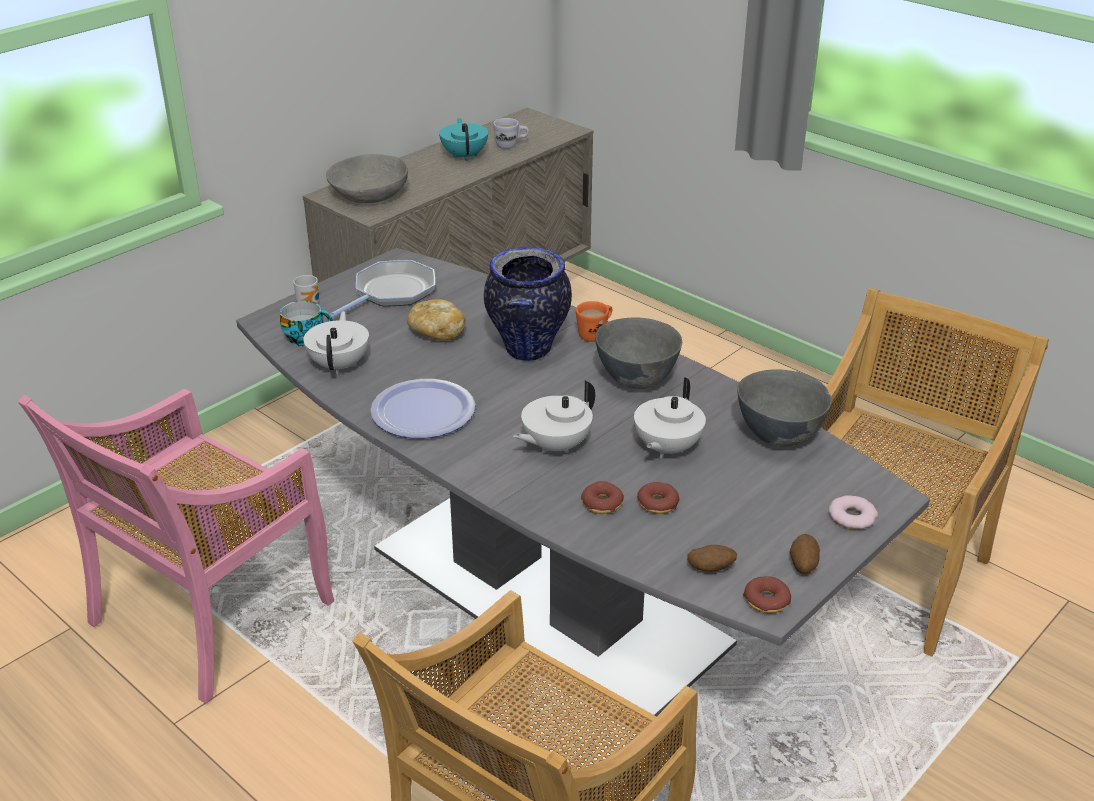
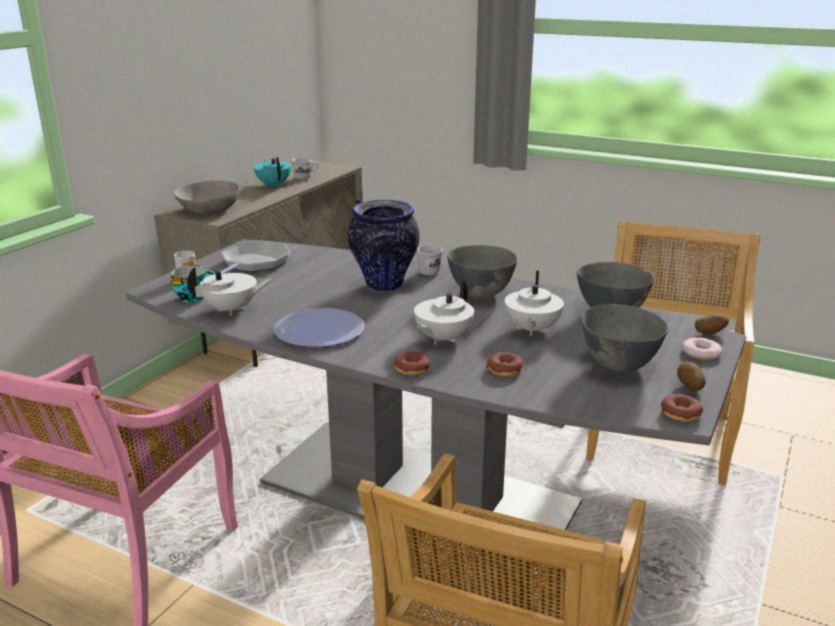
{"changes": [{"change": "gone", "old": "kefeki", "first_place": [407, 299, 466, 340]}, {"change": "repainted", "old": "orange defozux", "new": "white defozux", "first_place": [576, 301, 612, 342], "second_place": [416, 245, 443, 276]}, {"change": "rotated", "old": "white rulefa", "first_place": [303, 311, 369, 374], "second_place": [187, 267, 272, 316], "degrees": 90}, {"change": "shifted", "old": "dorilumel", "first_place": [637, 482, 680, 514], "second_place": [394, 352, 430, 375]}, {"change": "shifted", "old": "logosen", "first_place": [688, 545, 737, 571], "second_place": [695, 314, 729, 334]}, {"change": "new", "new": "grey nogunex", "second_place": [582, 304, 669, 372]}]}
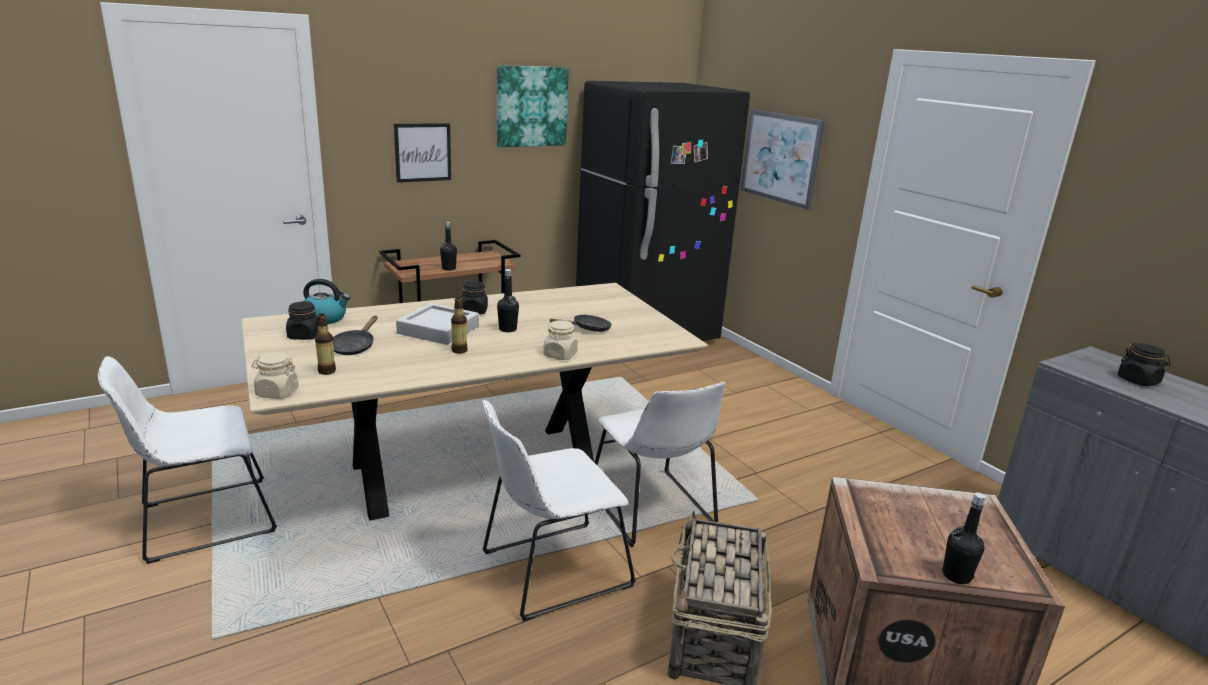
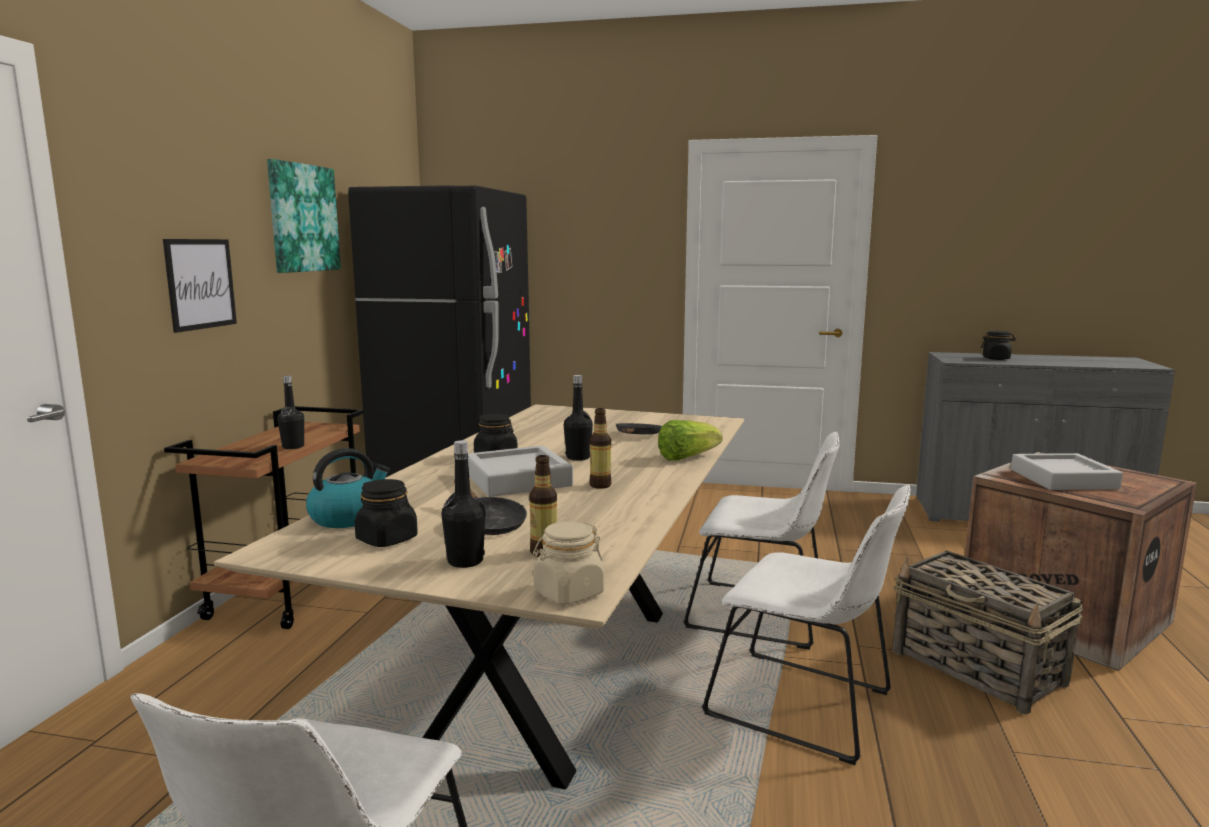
{"changes": [{"change": "gone", "old": "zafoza", "first_place": [740, 109, 825, 210]}, {"change": "swapped", "old": "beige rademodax", "new": "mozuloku", "first_place": [543, 320, 578, 360], "second_place": [658, 420, 723, 461]}, {"change": "rotated", "old": "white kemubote", "first_place": [482, 400, 636, 622], "second_place": [702, 485, 911, 765], "degrees": -75}, {"change": "shifted", "old": "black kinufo", "first_place": [943, 492, 986, 584], "second_place": [441, 440, 486, 568]}, {"change": "new", "new": "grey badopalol", "second_place": [1011, 453, 1123, 490]}]}
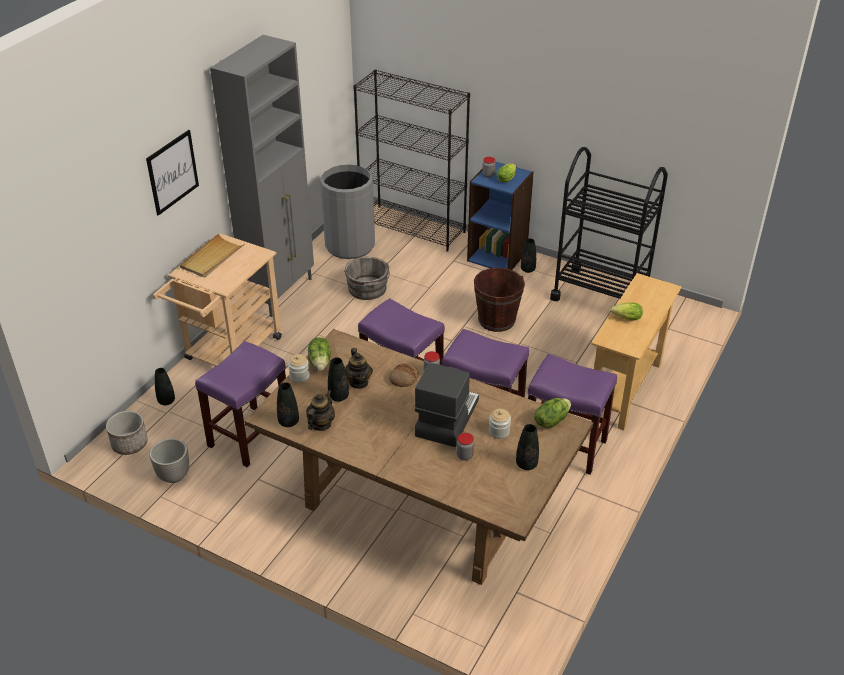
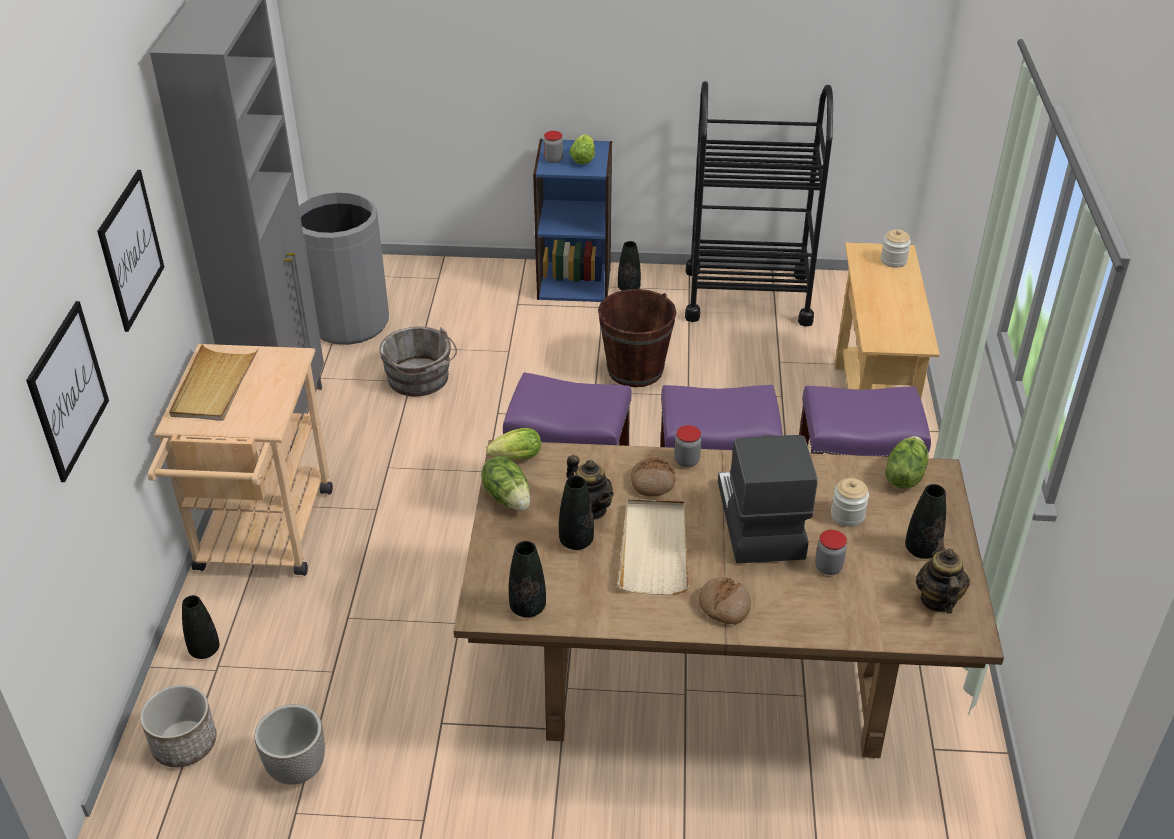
{"changes": [{"change": "gone", "old": "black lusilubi", "first_place": [353, 69, 470, 252]}, {"change": "shifted", "old": "mozuloku", "first_place": [610, 302, 643, 320], "second_place": [486, 428, 541, 460]}, {"change": "gone", "old": "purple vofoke", "first_place": [195, 341, 286, 467]}, {"change": "shifted", "old": "rademodax", "first_place": [288, 354, 310, 383], "second_place": [881, 229, 911, 268]}, {"change": "shifted", "old": "rulefa", "first_place": [306, 390, 335, 431], "second_place": [916, 538, 970, 614]}, {"change": "new", "new": "zafoza", "second_place": [26, 301, 109, 482]}, {"change": "new", "new": "beige badopalol", "second_place": [617, 499, 689, 595]}, {"change": "new", "new": "kefeki", "second_place": [699, 577, 751, 624]}]}
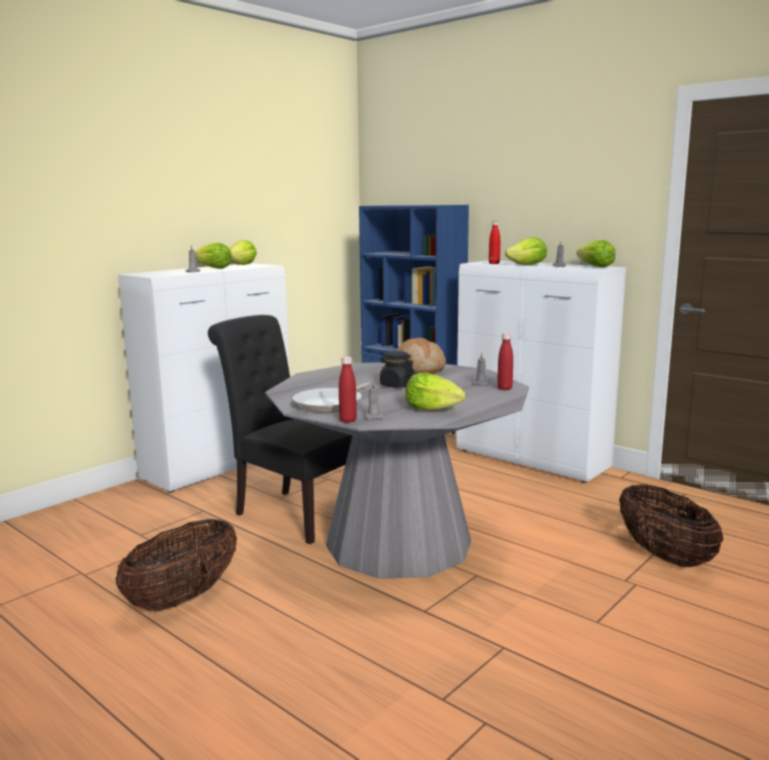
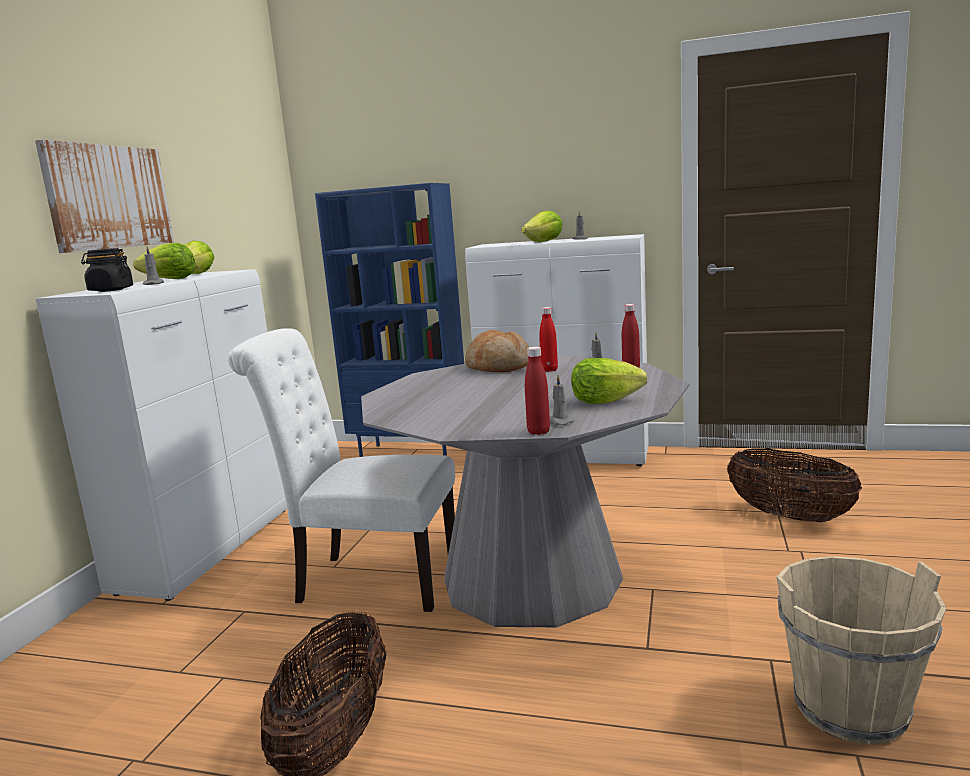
{"changes": [{"change": "shifted", "old": "red kinufo", "first_place": [489, 221, 500, 264], "second_place": [539, 307, 558, 372]}, {"change": "gone", "old": "mozuloku", "first_place": [576, 240, 615, 267]}, {"change": "repainted", "old": "black kemubote", "new": "white kemubote", "first_place": [208, 315, 352, 544], "second_place": [228, 328, 455, 612]}, {"change": "shifted", "old": "black rademodax", "first_place": [379, 351, 414, 388], "second_place": [81, 248, 133, 292]}, {"change": "gone", "old": "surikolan", "first_place": [293, 383, 370, 413]}, {"change": "new", "new": "zafoza", "second_place": [35, 140, 174, 253]}, {"change": "new", "new": "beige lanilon", "second_place": [776, 556, 946, 745]}]}
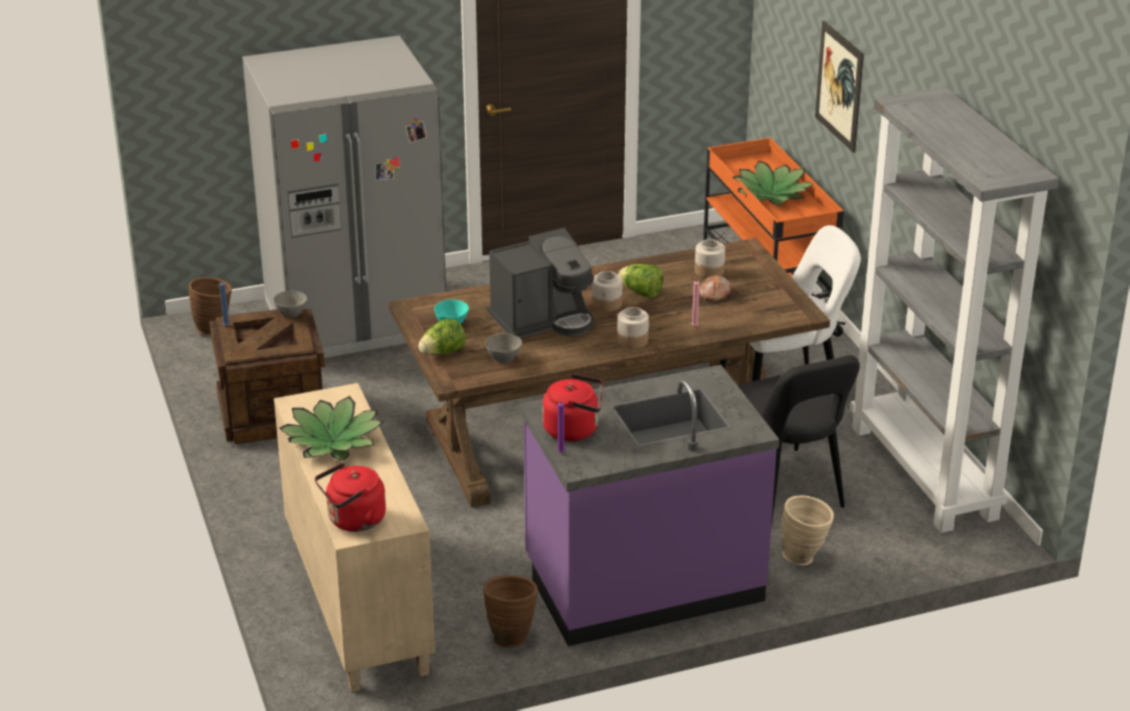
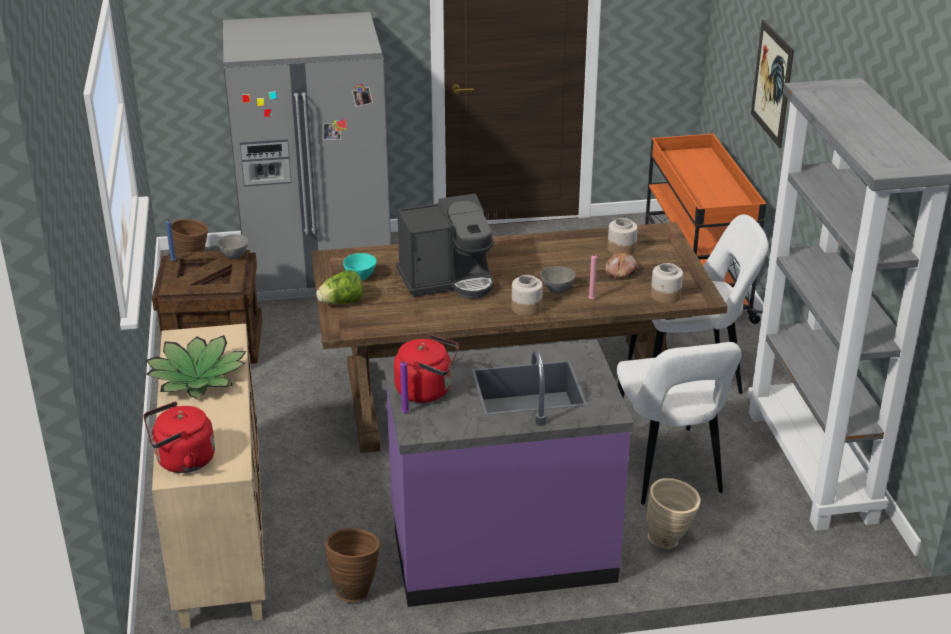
{"changes": [{"change": "gone", "old": "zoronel", "first_place": [732, 161, 813, 206]}, {"change": "gone", "old": "mozuloku", "first_place": [618, 264, 664, 298]}, {"change": "shifted", "old": "rademodax", "first_place": [592, 271, 622, 312], "second_place": [651, 263, 683, 304]}, {"change": "shifted", "old": "grey nogunex", "first_place": [485, 333, 522, 363], "second_place": [541, 266, 576, 294]}, {"change": "repainted", "old": "black kemubote", "new": "white kemubote", "first_place": [737, 355, 860, 526], "second_place": [617, 342, 741, 505]}]}
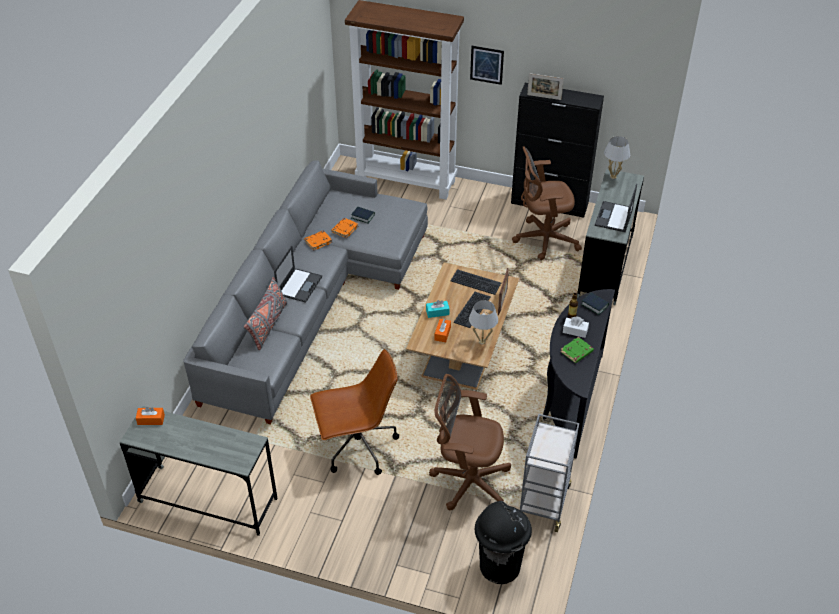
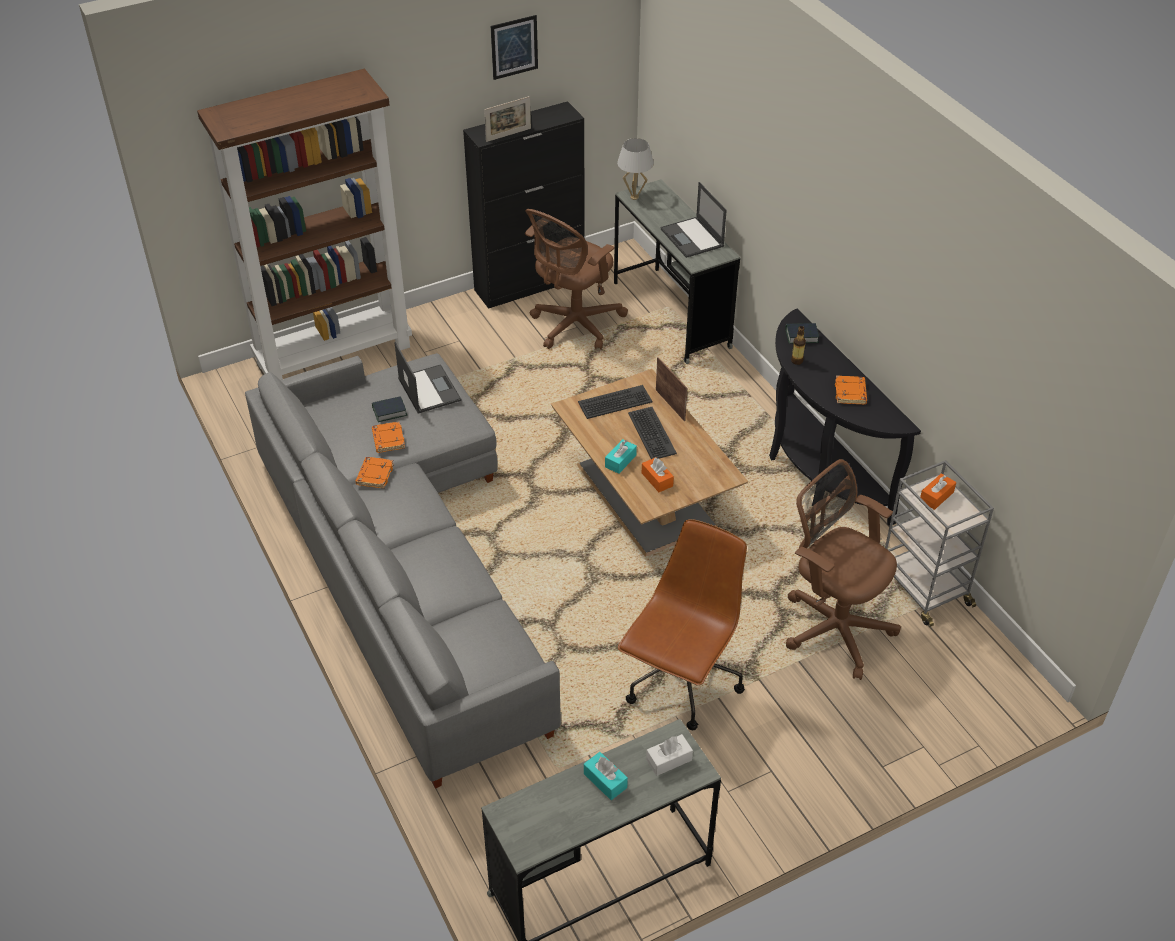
{"changes": [{"change": "shifted", "old": "zafoza", "first_place": [470, 46, 504, 85], "second_place": [491, 15, 538, 80]}, {"change": "shifted", "old": "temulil", "first_place": [274, 246, 322, 303], "second_place": [395, 342, 461, 414]}, {"change": "gone", "old": "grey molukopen", "first_place": [244, 277, 287, 350]}, {"change": "gone", "old": "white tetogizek", "first_place": [469, 300, 498, 345]}, {"change": "shifted", "old": "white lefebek", "first_place": [563, 316, 589, 338], "second_place": [646, 734, 693, 776]}, {"change": "repainted", "old": "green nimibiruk", "new": "orange nimibiruk", "first_place": [560, 337, 594, 363], "second_place": [835, 375, 867, 404]}, {"change": "rotated", "old": "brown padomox", "first_place": [429, 374, 511, 510], "second_place": [786, 459, 901, 680], "degrees": 75}, {"change": "shifted", "old": "orange lefebek", "first_place": [136, 407, 165, 425], "second_place": [920, 473, 956, 510]}, {"change": "gone", "old": "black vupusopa", "first_place": [475, 501, 532, 584]}, {"change": "new", "new": "turquoise lefebek", "second_place": [584, 752, 628, 800]}]}
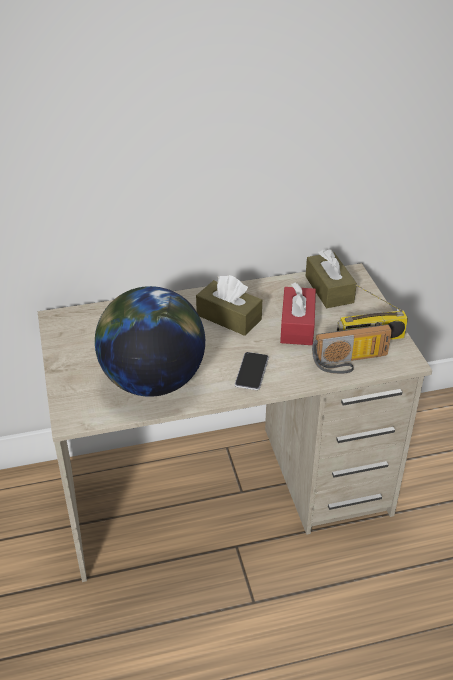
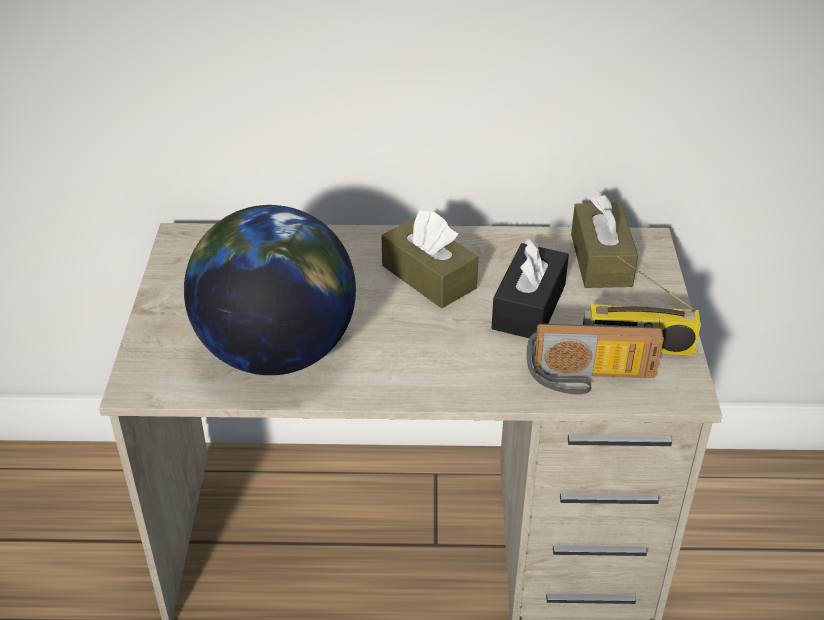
{"changes": [{"change": "repainted", "old": "red lefebek", "new": "black lefebek", "first_place": [280, 283, 316, 345], "second_place": [492, 238, 569, 338]}, {"change": "gone", "old": "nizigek", "first_place": [235, 352, 269, 390]}]}
